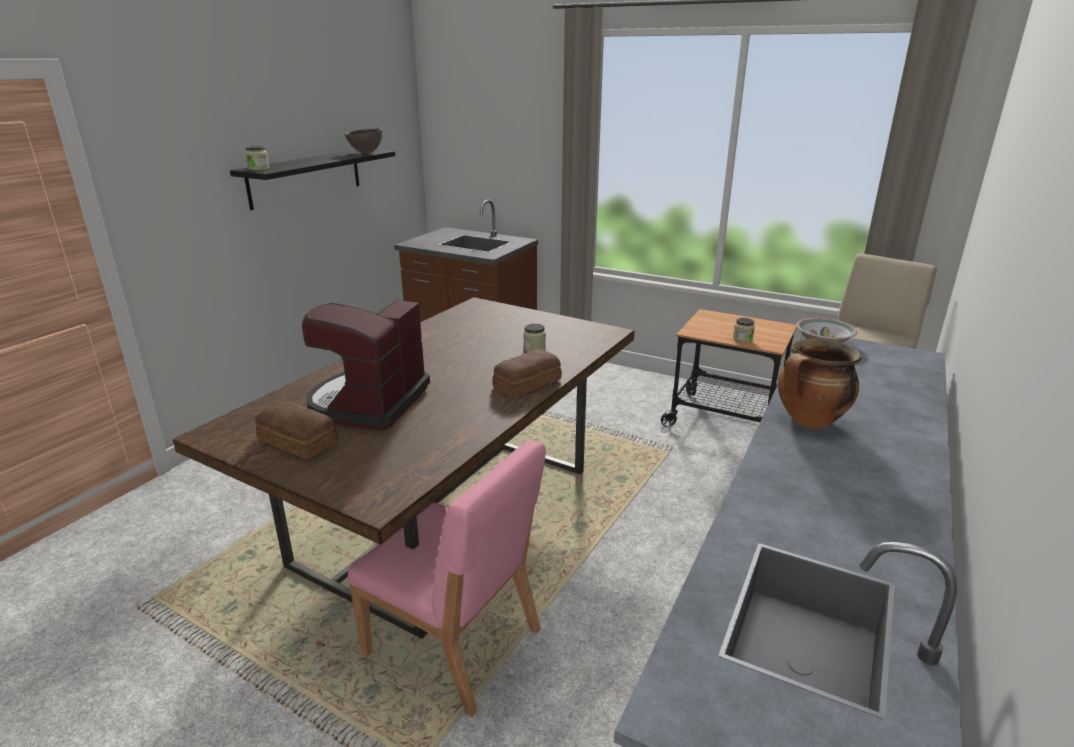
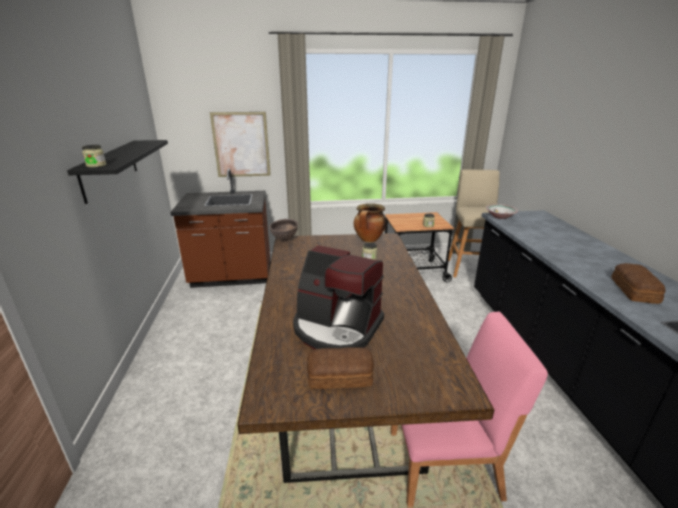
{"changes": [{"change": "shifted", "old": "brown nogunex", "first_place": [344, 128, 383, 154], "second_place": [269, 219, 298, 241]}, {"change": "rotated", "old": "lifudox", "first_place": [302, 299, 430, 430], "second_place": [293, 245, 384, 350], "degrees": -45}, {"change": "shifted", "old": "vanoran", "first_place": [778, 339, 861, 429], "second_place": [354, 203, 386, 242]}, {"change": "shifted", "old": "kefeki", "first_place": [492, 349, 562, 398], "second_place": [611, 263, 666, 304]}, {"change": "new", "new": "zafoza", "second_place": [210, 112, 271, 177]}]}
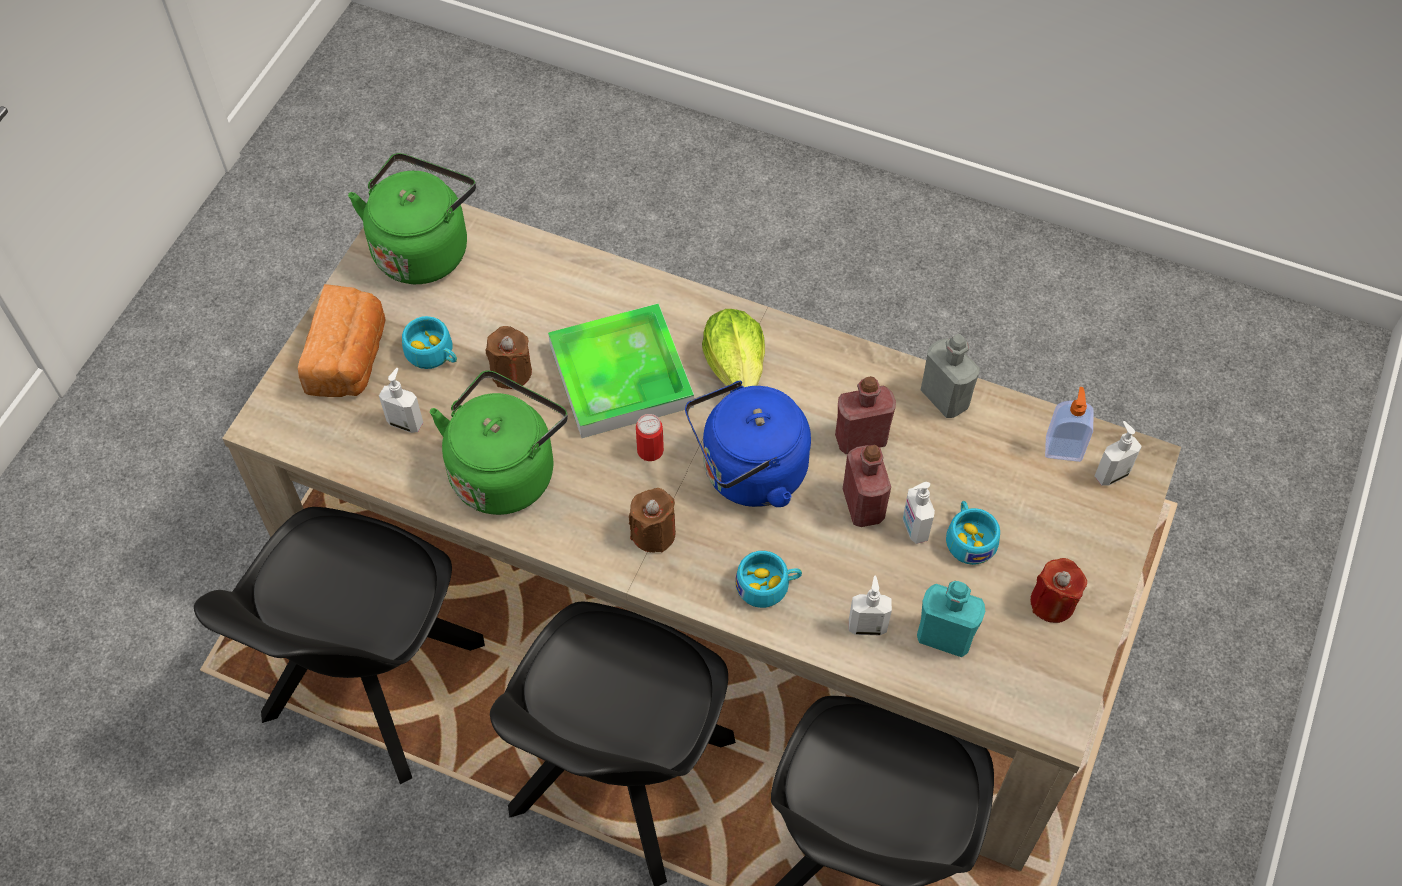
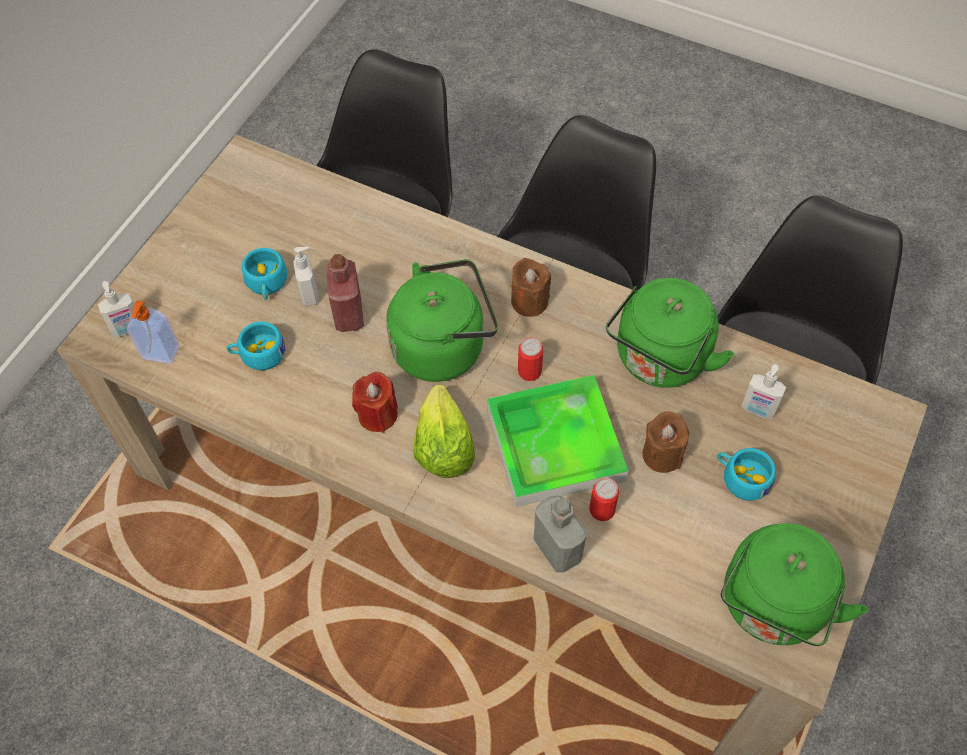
{"changes": [{"change": "gone", "old": "kefeki", "first_place": [298, 284, 386, 397]}, {"change": "shifted", "old": "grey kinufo", "first_place": [921, 334, 980, 418], "second_place": [534, 496, 587, 572]}, {"change": "gone", "old": "red kinufo", "first_place": [835, 376, 896, 454]}, {"change": "repainted", "old": "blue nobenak", "new": "green nobenak", "first_place": [685, 381, 811, 507], "second_place": [386, 259, 498, 382]}, {"change": "shifted", "old": "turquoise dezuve", "first_place": [735, 551, 802, 608], "second_place": [226, 322, 286, 370]}, {"change": "shifted", "old": "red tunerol", "first_place": [1030, 558, 1087, 623], "second_place": [352, 372, 398, 433]}, {"change": "gone", "old": "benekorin", "first_place": [849, 576, 892, 635]}, {"change": "gone", "old": "turquoise kinufo", "first_place": [917, 581, 985, 657]}, {"change": "new", "new": "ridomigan", "second_place": [589, 478, 619, 521]}]}
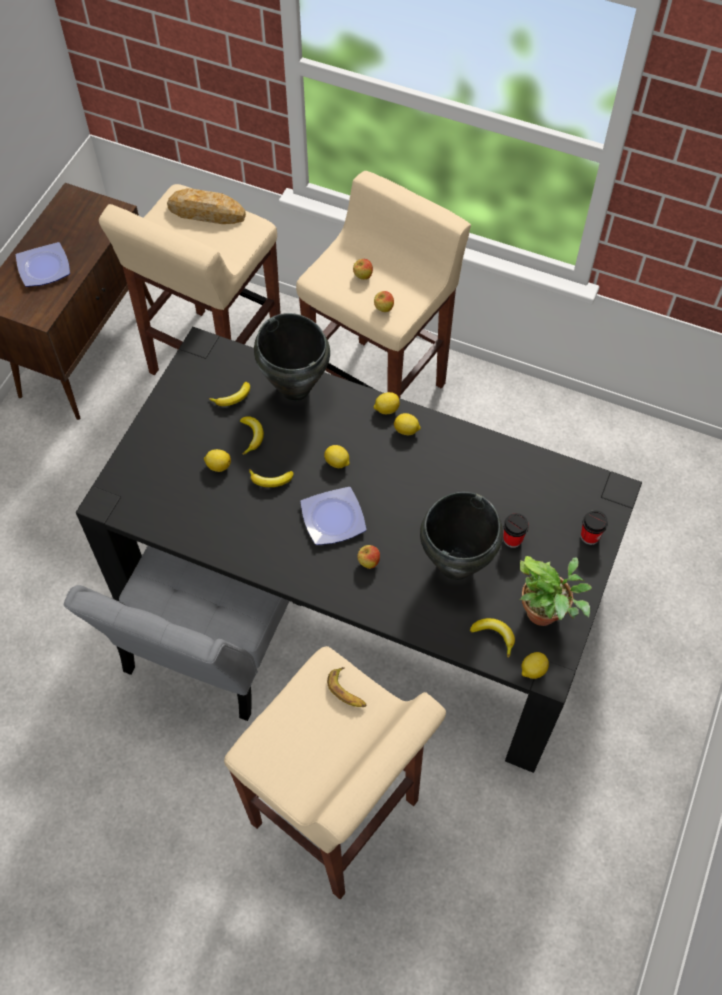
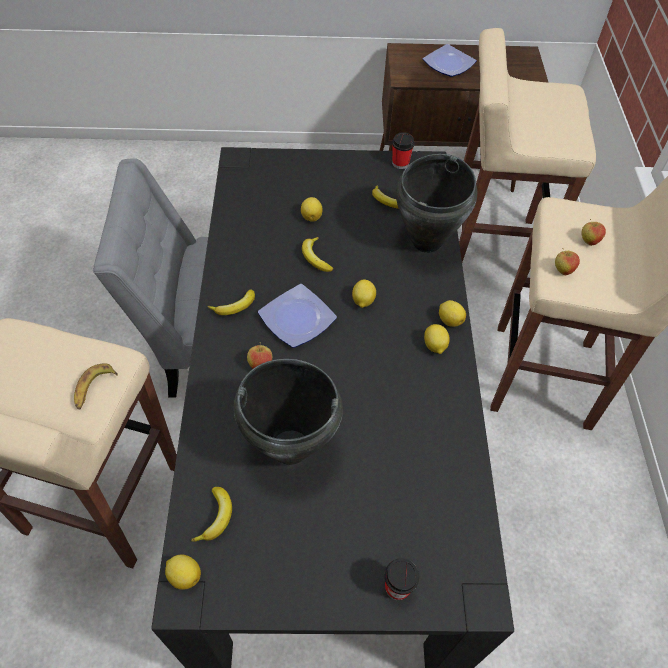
{"changes": [{"change": "gone", "old": "kefeki", "first_place": [167, 188, 246, 224]}, {"change": "shifted", "old": "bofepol", "first_place": [240, 416, 264, 455], "second_place": [208, 290, 255, 315]}, {"change": "shifted", "old": "dezuve", "first_place": [503, 513, 529, 548], "second_place": [392, 132, 415, 169]}, {"change": "gone", "old": "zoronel", "first_place": [520, 556, 592, 626]}]}
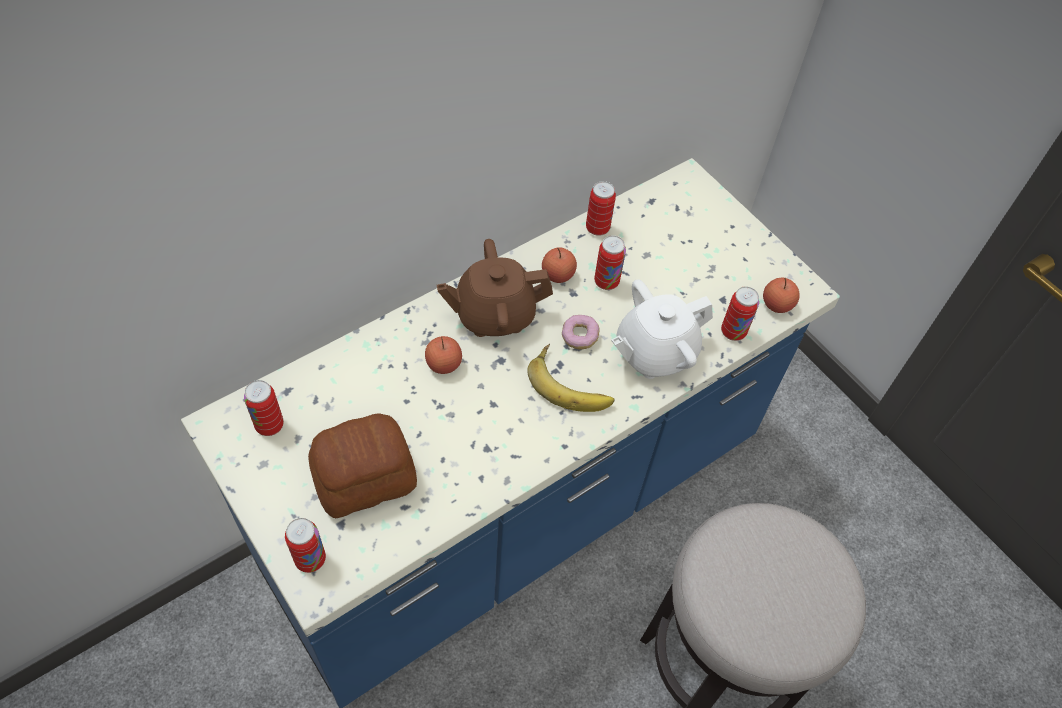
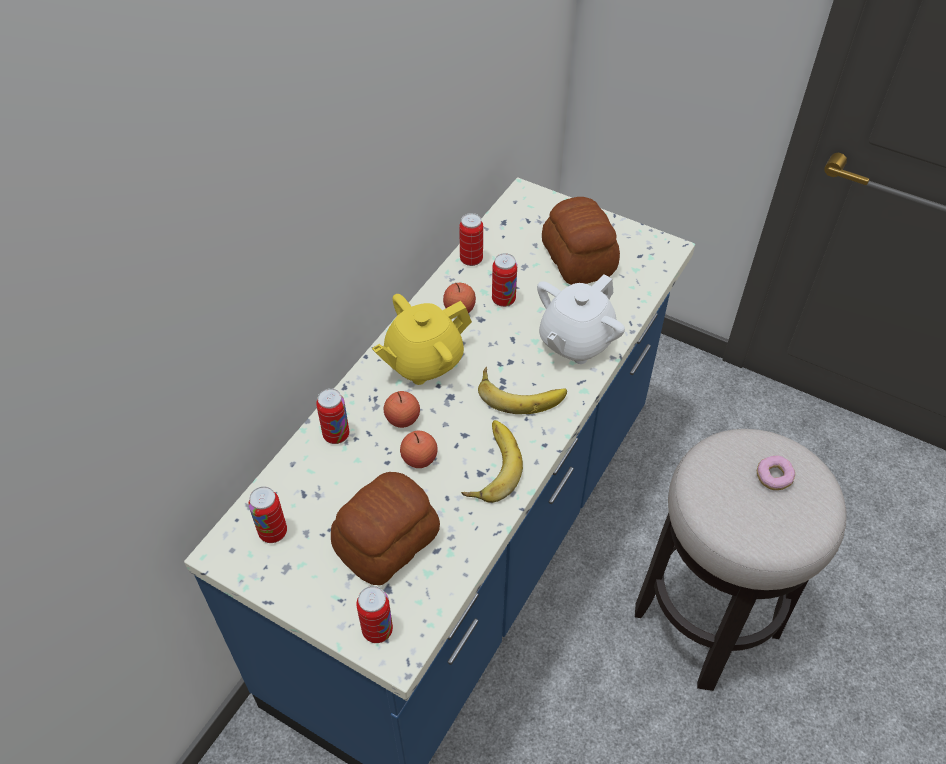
{"changes": [{"change": "repainted", "old": "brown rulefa", "new": "yellow rulefa", "first_place": [437, 239, 553, 337], "second_place": [372, 294, 472, 385]}, {"change": "shifted", "old": "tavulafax", "first_place": [763, 278, 800, 313], "second_place": [400, 430, 438, 468]}, {"change": "shifted", "old": "ridomigan", "first_place": [721, 286, 759, 341], "second_place": [316, 388, 349, 444]}, {"change": "shifted", "old": "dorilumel", "first_place": [562, 315, 600, 349], "second_place": [757, 455, 795, 490]}, {"change": "new", "new": "kefeki", "second_place": [542, 197, 620, 285]}, {"change": "new", "new": "bofepol", "second_place": [461, 420, 523, 503]}]}
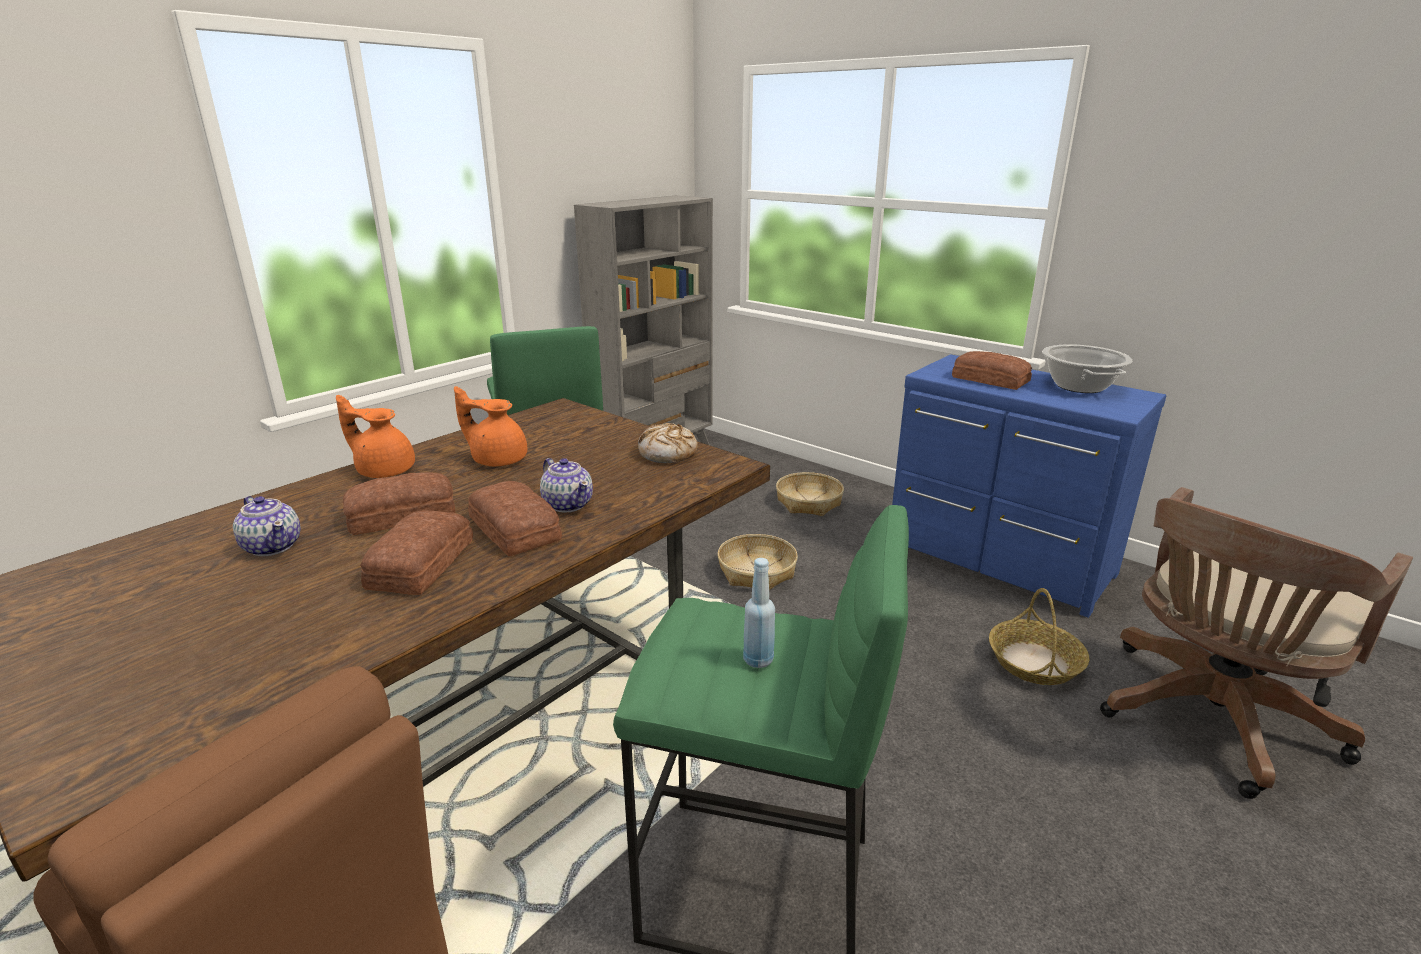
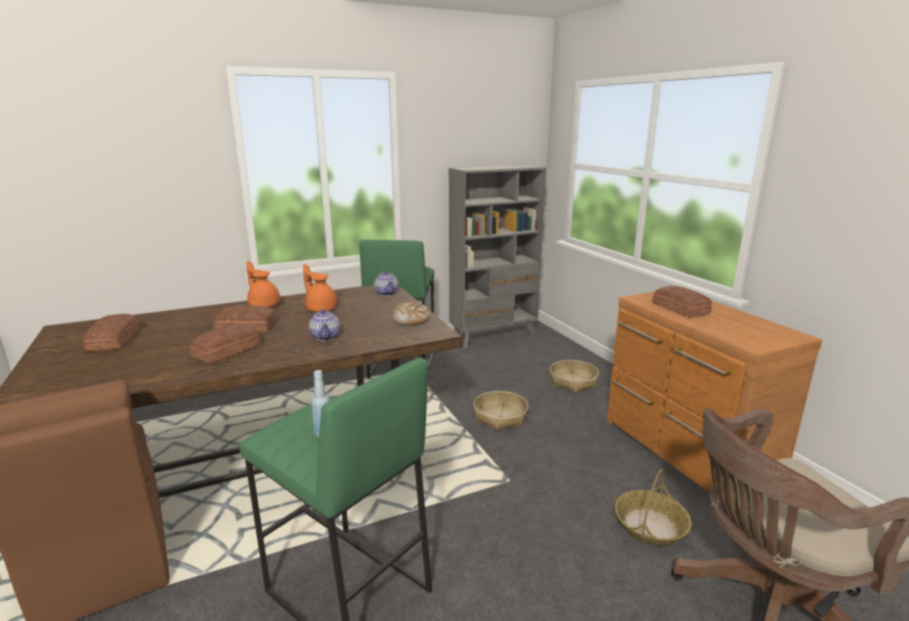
{"changes": [{"change": "gone", "old": "vanoran", "first_place": [1042, 344, 1132, 393]}, {"change": "repainted", "old": "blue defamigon", "new": "brown defamigon", "first_place": [892, 354, 1166, 618], "second_place": [607, 292, 822, 493]}, {"change": "shifted", "old": "kefeki", "first_place": [468, 481, 562, 556], "second_place": [83, 314, 139, 351]}, {"change": "shifted", "old": "rulefa", "first_place": [233, 496, 301, 556], "second_place": [374, 271, 399, 296]}]}
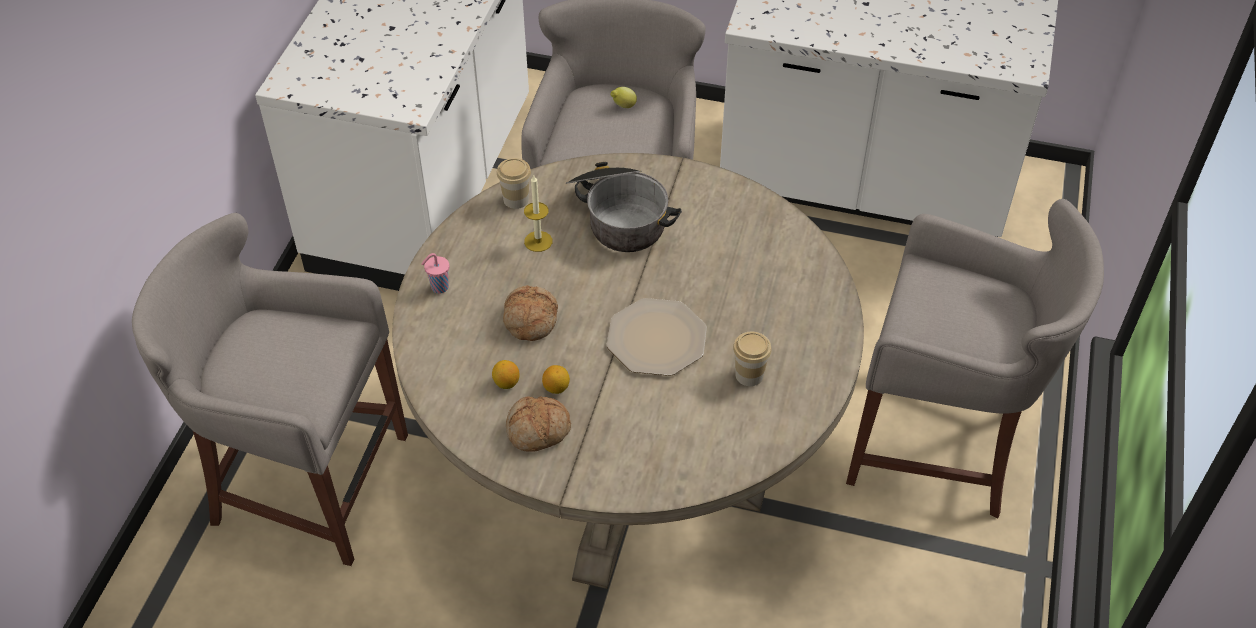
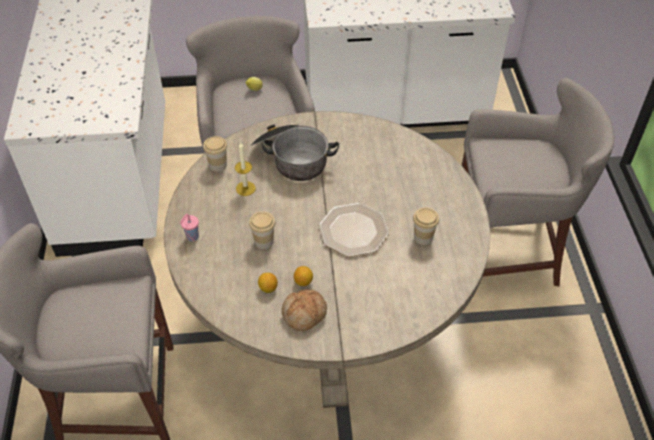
{"changes": [{"change": "swapped", "old": "kefeki", "new": "dezuve", "first_place": [503, 285, 558, 341], "second_place": [249, 212, 275, 249]}]}
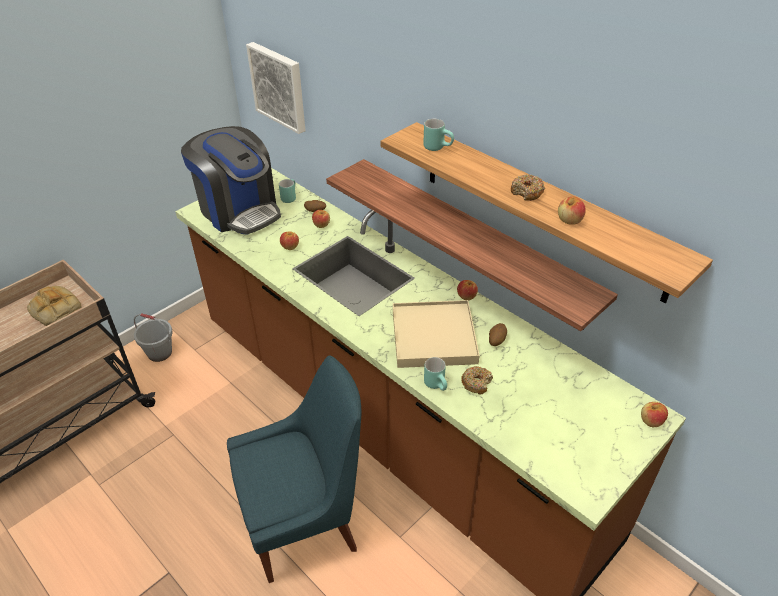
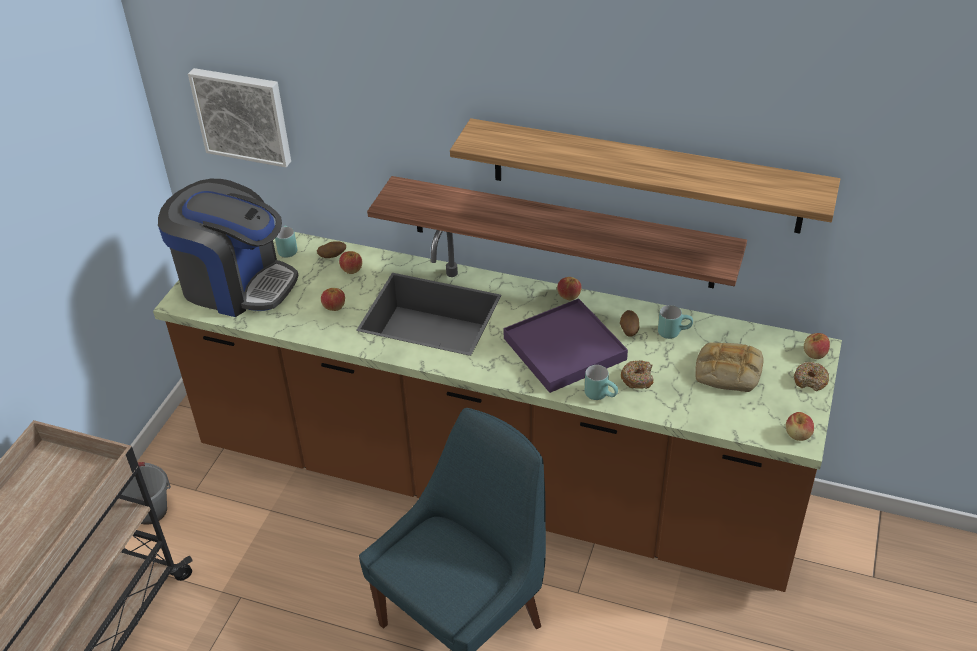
{"changes": [{"change": "shifted", "old": "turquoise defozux", "first_place": [423, 119, 454, 151], "second_place": [658, 305, 693, 339]}, {"change": "shifted", "old": "dorilumel", "first_place": [511, 174, 545, 201], "second_place": [794, 362, 829, 391]}, {"change": "shifted", "old": "tavulafax", "first_place": [558, 196, 586, 225], "second_place": [786, 412, 814, 441]}, {"change": "shifted", "old": "kefeki", "first_place": [27, 286, 82, 326], "second_place": [695, 342, 763, 392]}, {"change": "repainted", "old": "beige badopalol", "new": "purple badopalol", "first_place": [393, 300, 480, 368], "second_place": [503, 298, 628, 393]}]}
